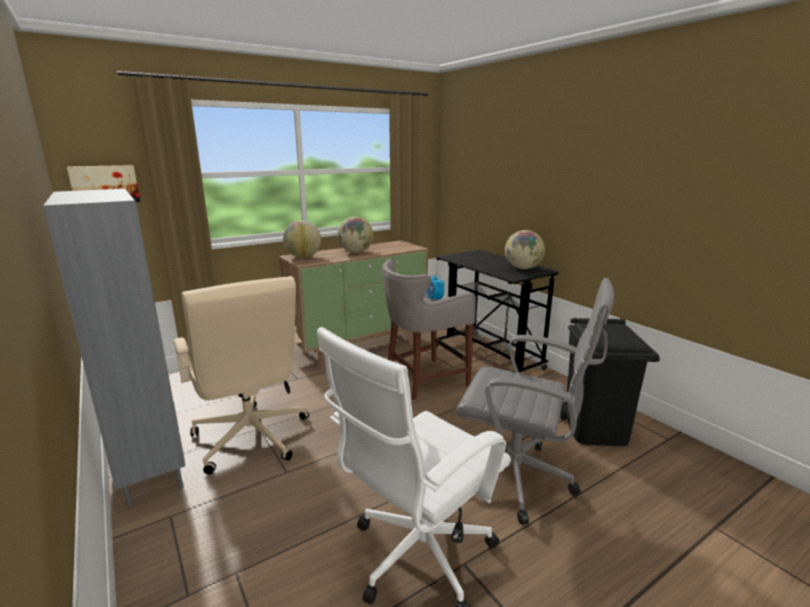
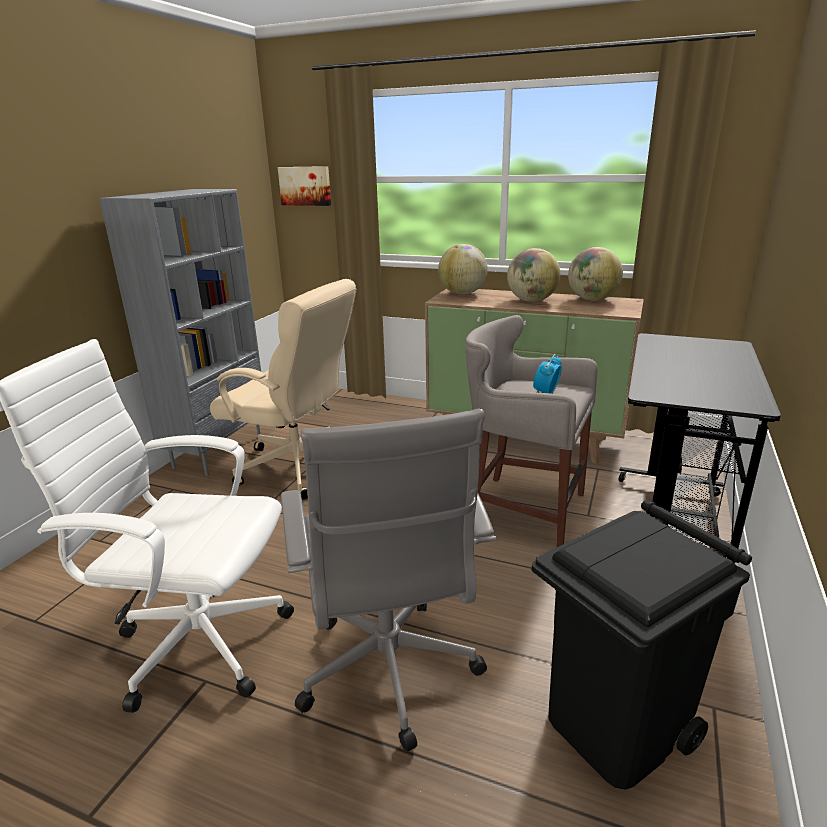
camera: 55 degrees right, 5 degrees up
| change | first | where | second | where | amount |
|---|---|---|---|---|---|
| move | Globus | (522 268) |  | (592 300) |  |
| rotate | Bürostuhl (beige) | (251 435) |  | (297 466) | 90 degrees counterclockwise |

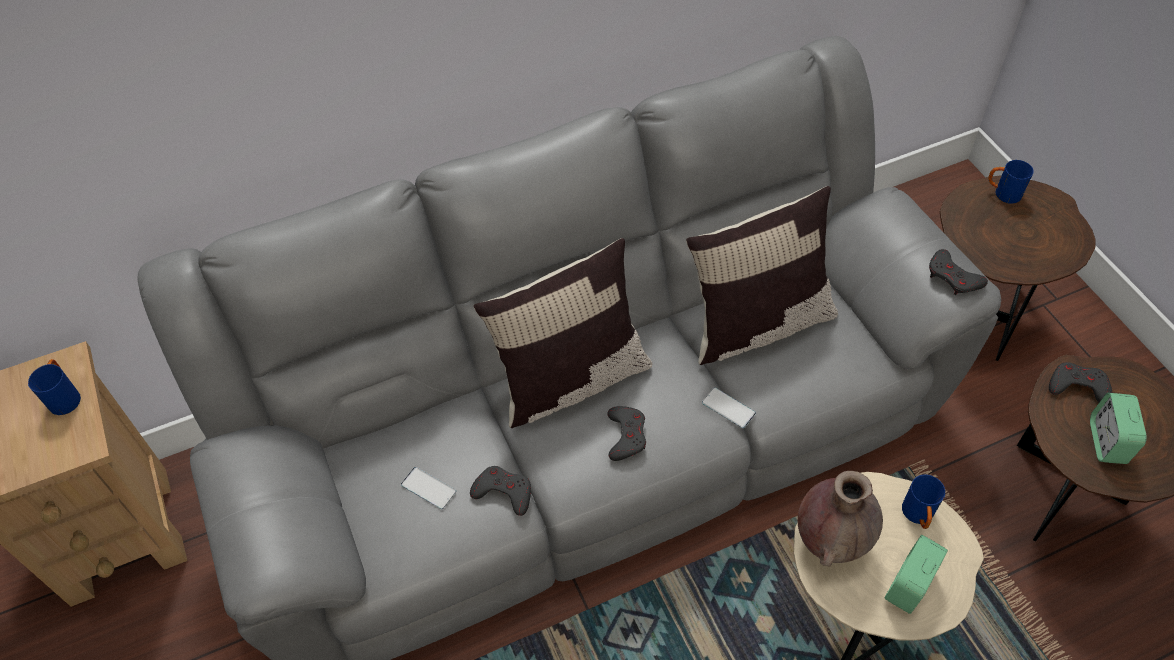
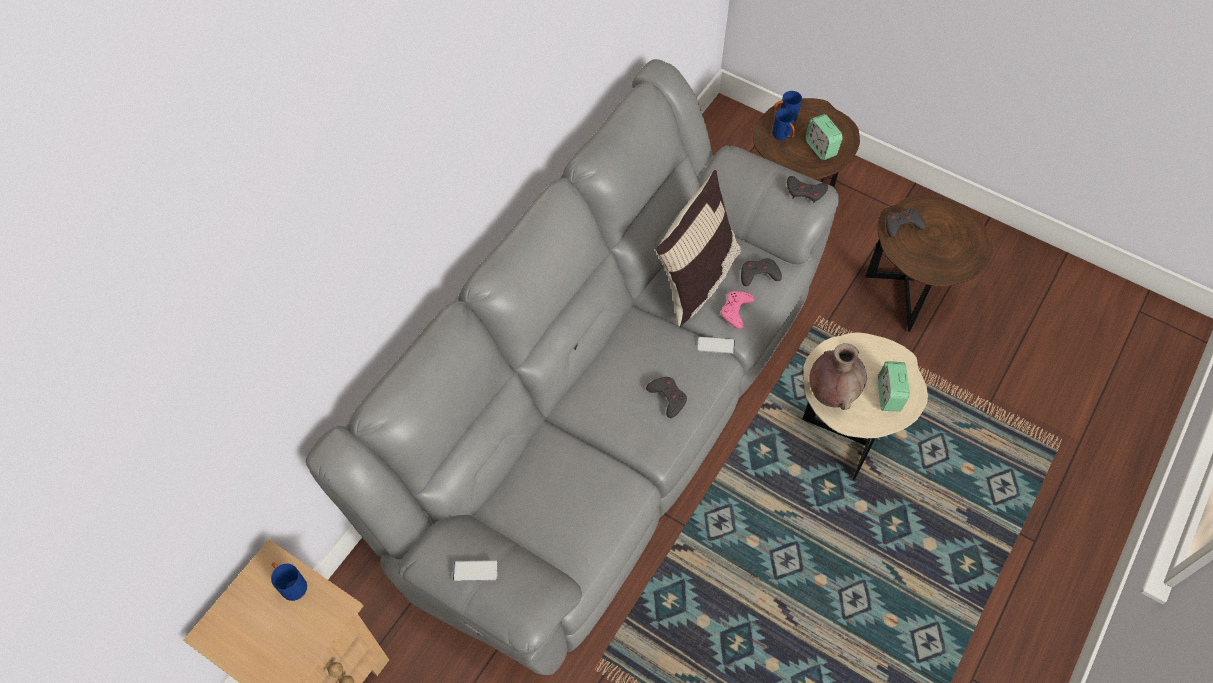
camera: 35 degrees left, 5 degrees up
| change | first | where | second | where | amount |
|---|---|---|---|---|---|
| delete | Kissen | (571 380) |  |  |  |
| insert |  |  | Gamepad (rosa) | (735 310) |  |
| move | Handy | (428 488) |  | (475 571) |  |
| move | Gamepad (grau) | (503 492) |  | (759 274) |  |
| move | Henkelbecher (blau) | (918 516) |  | (783 136) |  |
| move | Wecker | (1107 442) |  | (820 148) |  |

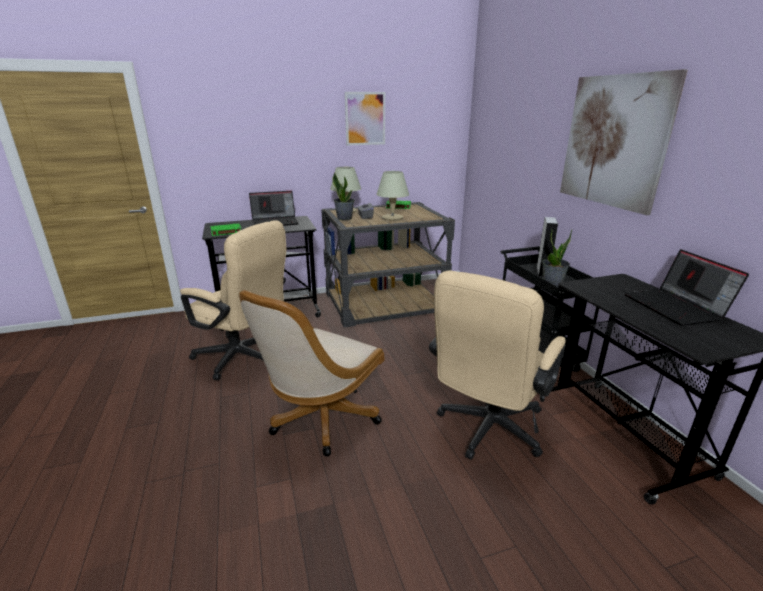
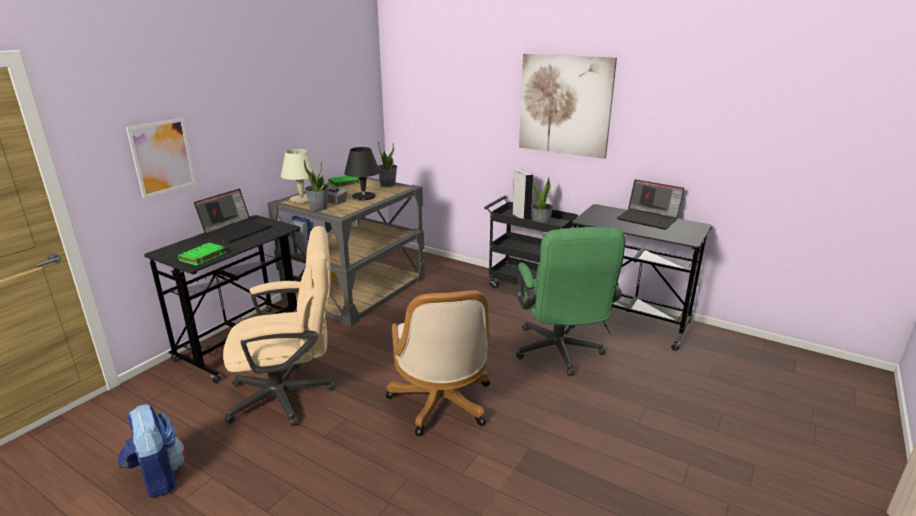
camera: 40 degrees left, 0 degrees up
| change | first | where | second | where | amount |
|---|---|---|---|---|---|
| insert |  |  | Rucksack | (157 477) |  |
| insert |  |  | Topfpflanze | (387 184) |  |
| move | Bild | (365 118) |  | (162 157) |  |
| recolor | Tischlampe (beige) | (392 218) | Tischlampe (schwarz) | (364 197) |  |
| recolor | Bürostuhl (beige) | (487 431) | Bürostuhl (grün) | (559 354) |  |

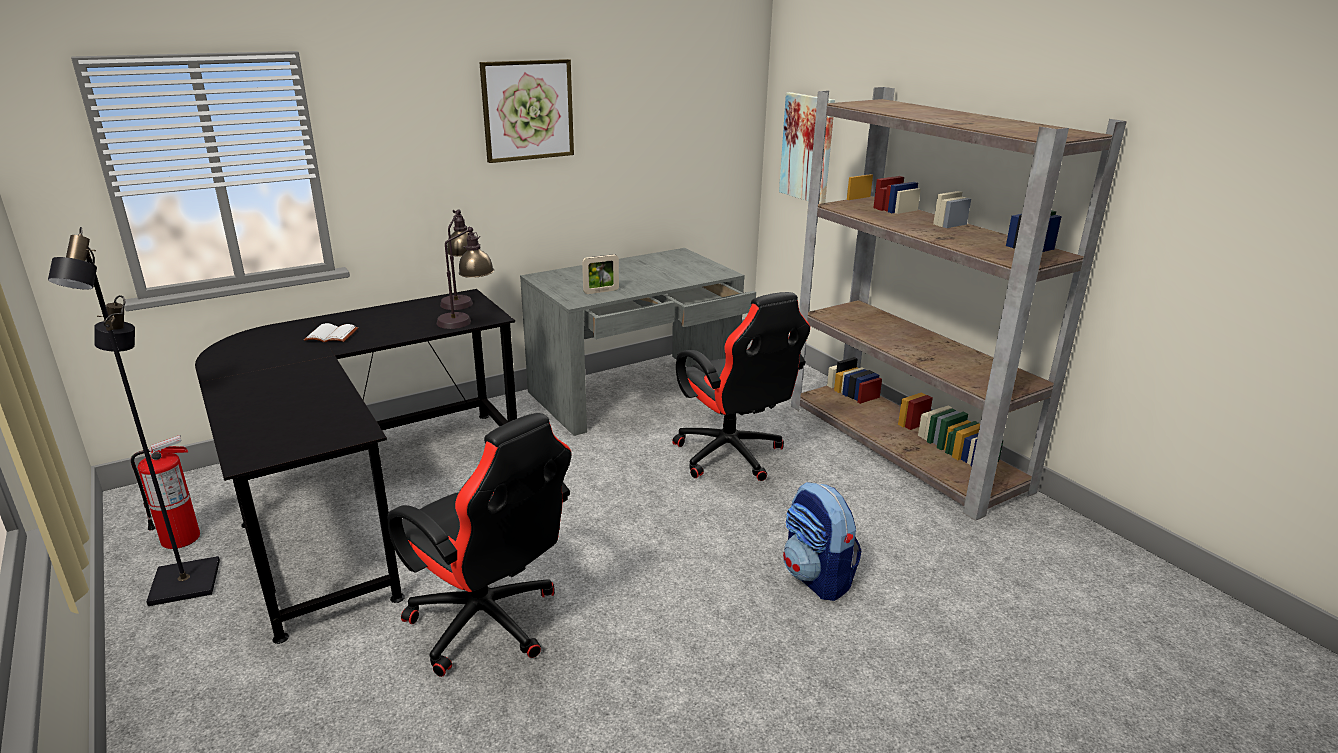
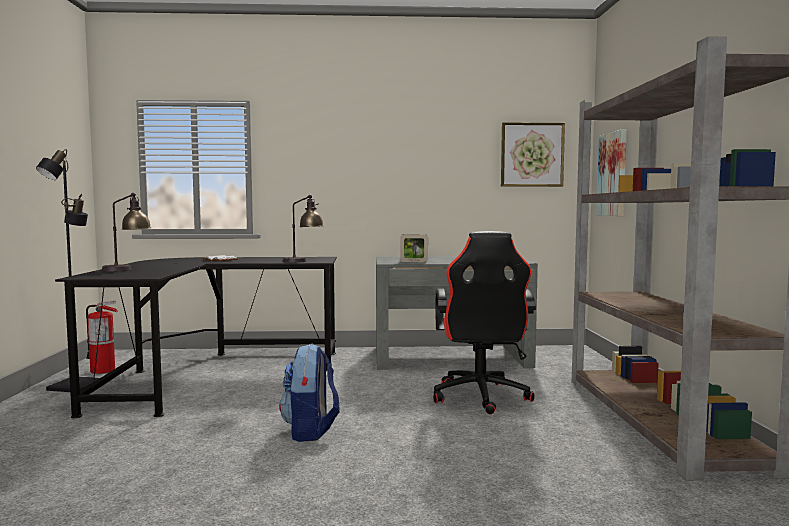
camera: 30 degrees right, 20 degrees down
| change | first | where | second | where | amount |
|---|---|---|---|---|---|
| delete | Bürostuhl (schwarz) | (490 629) |  |  |  |
| move | Tischlampe | (462 300) |  | (127 269) |  |
| move | Bild | (527 110) |  | (532 155) |  |
| move | Rucksack | (817 578) |  | (310 431) |  |

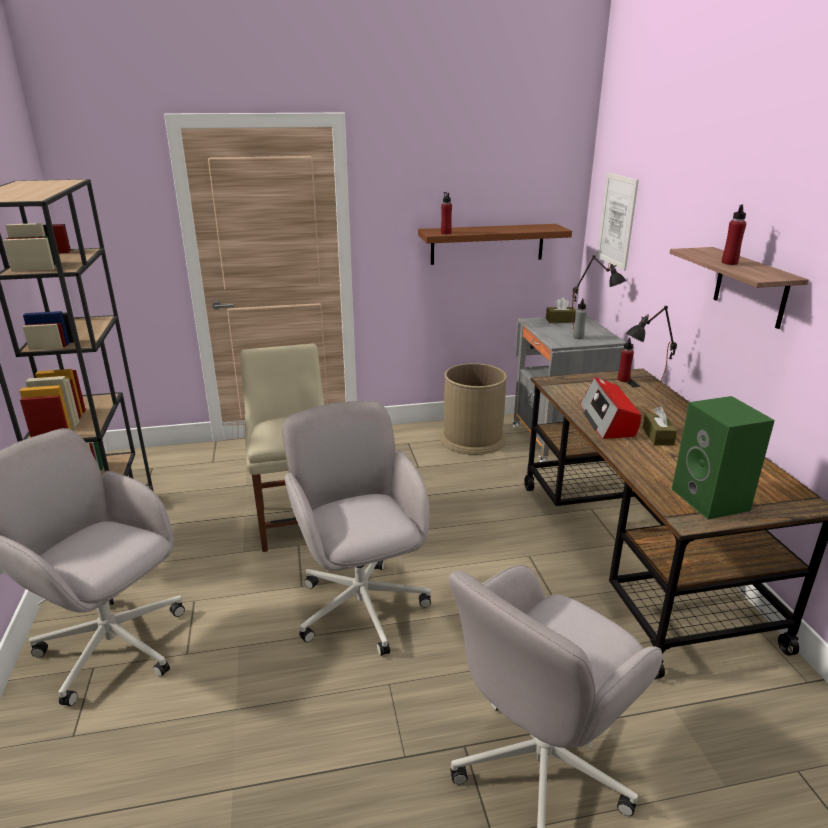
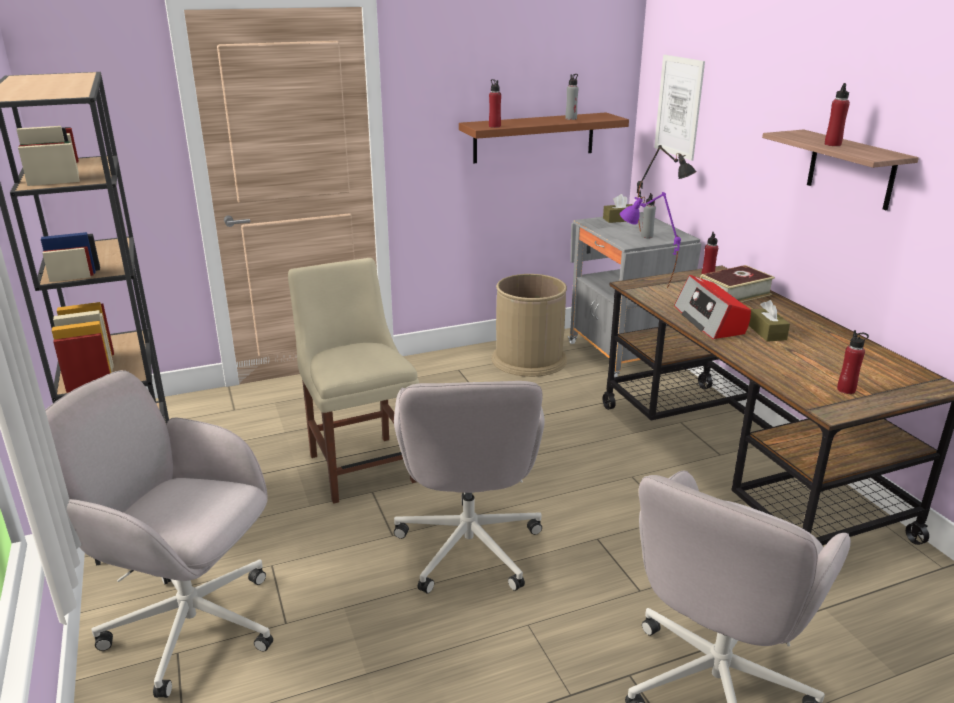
camera: 10 degrees left, 0 degrees up
| change | first | where | second | where | amount |
|---|---|---|---|---|---|
| insert |  |  | Flasche (grau) | (571 118) |  |
| insert |  |  | Tischlampe (lila) | (644 286) |  |
| replace | Tischlampe (schwarz) | (643 396) | Buch | (734 293) |  |
| replace | Lautsprecher (grün) | (712 500) | Flasche (rot) | (846 390) |  |
| rotate | Bürostuhl (grau) | (361 606) |  | (468 549) | 150 degrees counterclockwise |

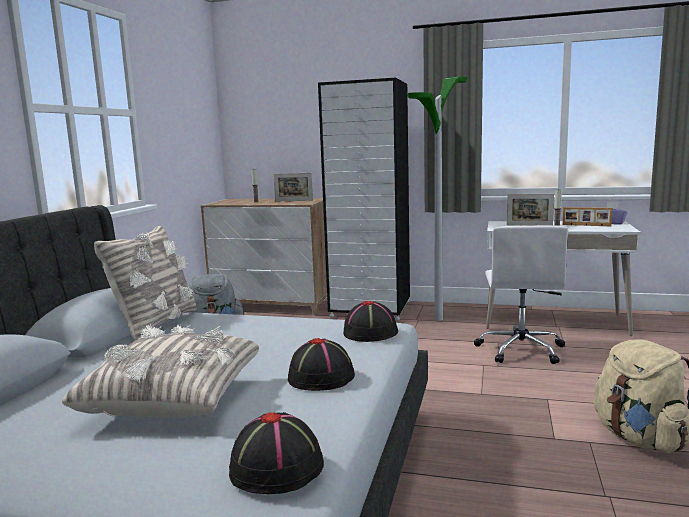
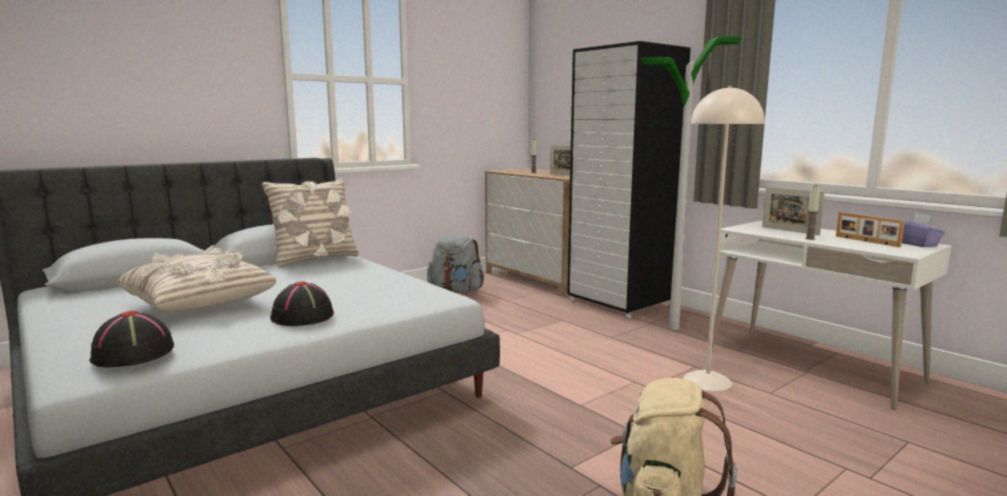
camera: 35 degrees right, 0 degrees up
| change | first | where | second | where | amount |
|---|---|---|---|---|---|
| delete | Hut (schwarz) | (370 332) |  |  |  |
| replace | Bürostuhl (weiß) | (521 349) | Stehlampe (beige) | (706 380) |  |

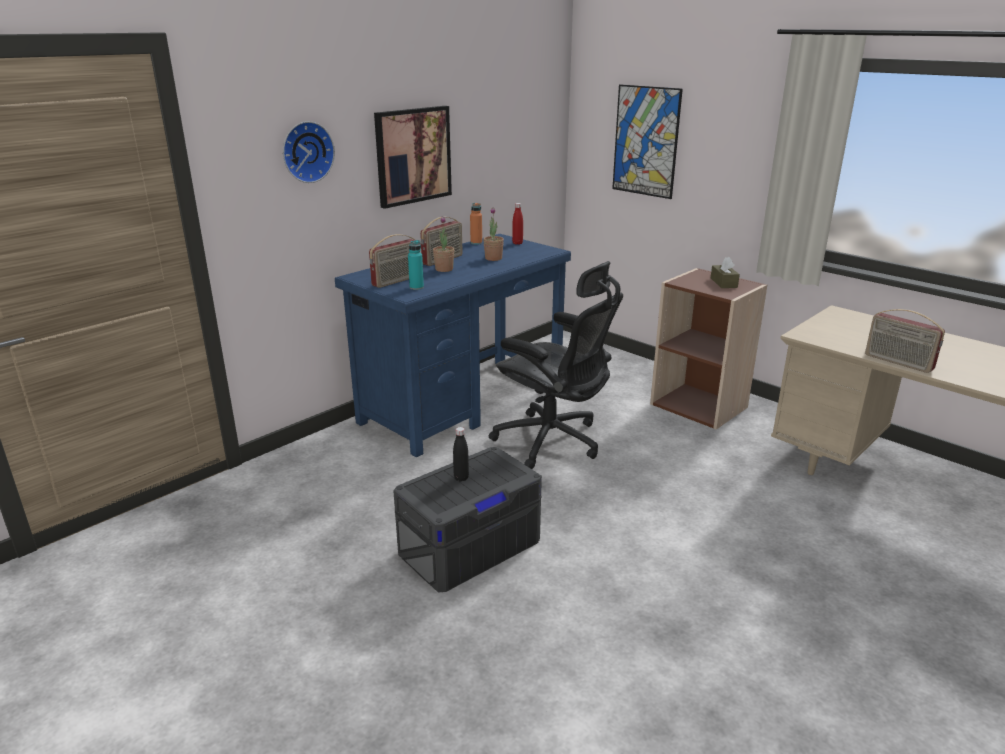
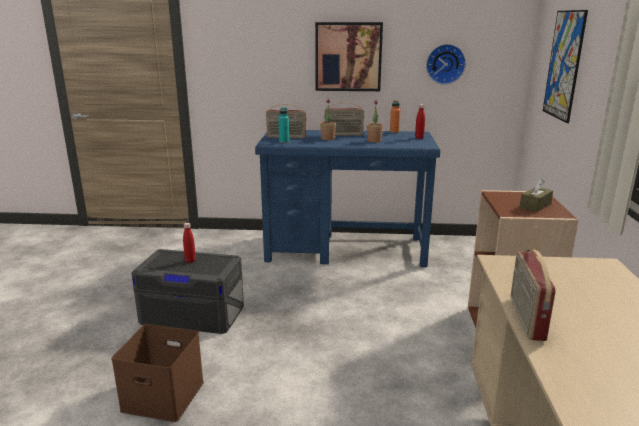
camera: 50 degrees right, 5 degrees down
| change | first | where | second | where | amount |
|---|---|---|---|---|---|
| delete | Bürostuhl | (553 442) |  |  |  |
| insert |  |  | Aufbewahrungsbox (braun) | (165 395) |  |
| move | Wanduhr | (306 152) |  | (445 64) |  |
| recolor | Flasche (schwarz) | (461 478) | Flasche (rot) | (190 261) |  |

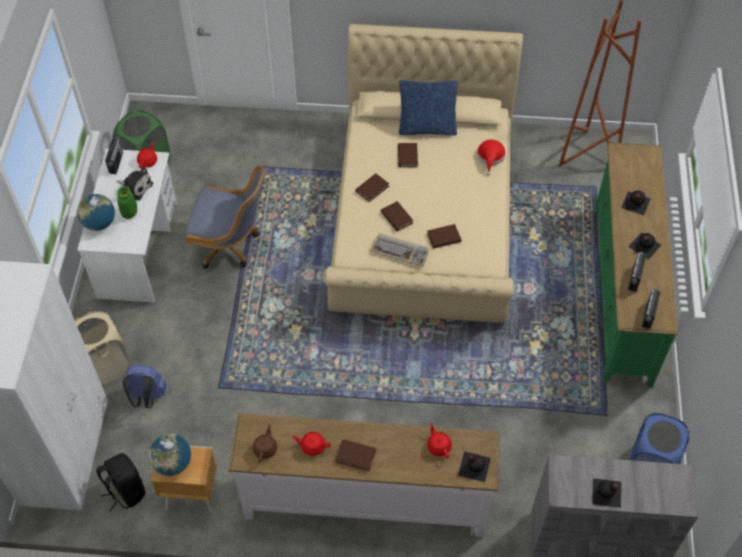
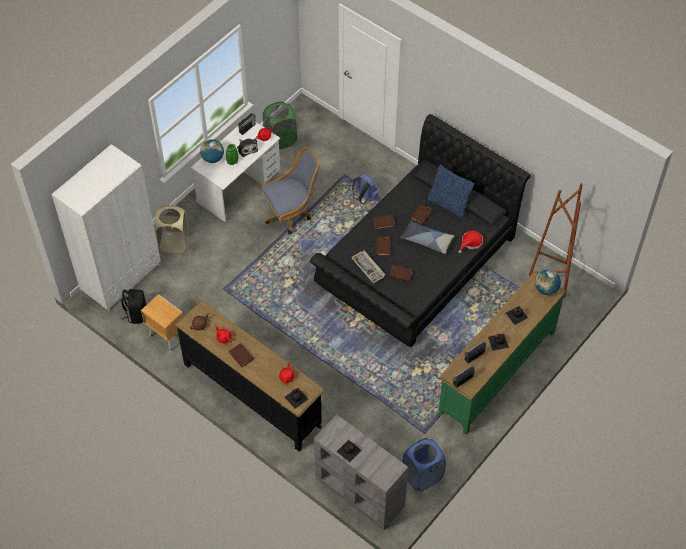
camera: 35 degrees right, 0 degrees up
| change | first | where | second | where | amount |
|---|---|---|---|---|---|
| insert |  |  | Kissen | (427 240) |  |
| move | Rucksack (blau) | (147 397) |  | (364 198) |  |
| move | Globus | (173 463) |  | (546 289) |  |
| recolor | Kommode (weiß) | (365 500) | Kommode (schwarz) | (252 394) |  |
| recolor | Bett (beige) | (423 216) | Bett (schwarz) | (416 259) |  |
| rotate | Bürostuhl (blau) | (231 246) |  | (291 214) | 75 degrees counterclockwise |

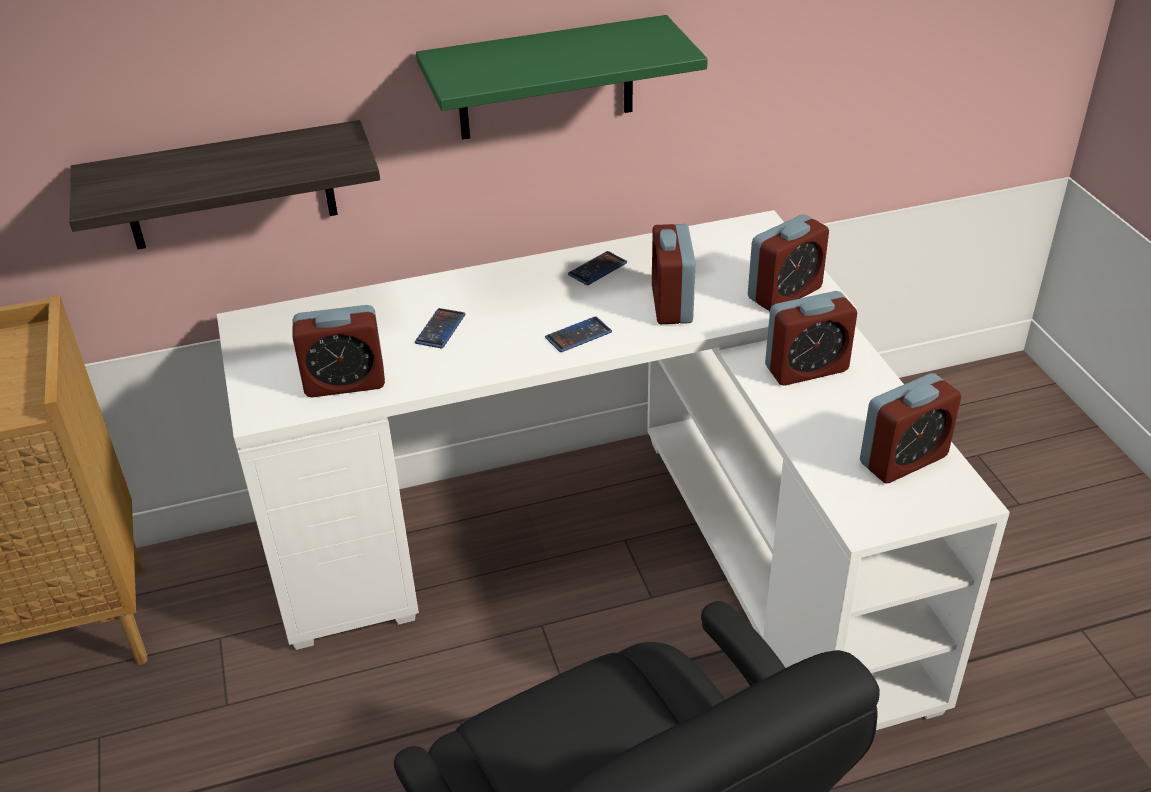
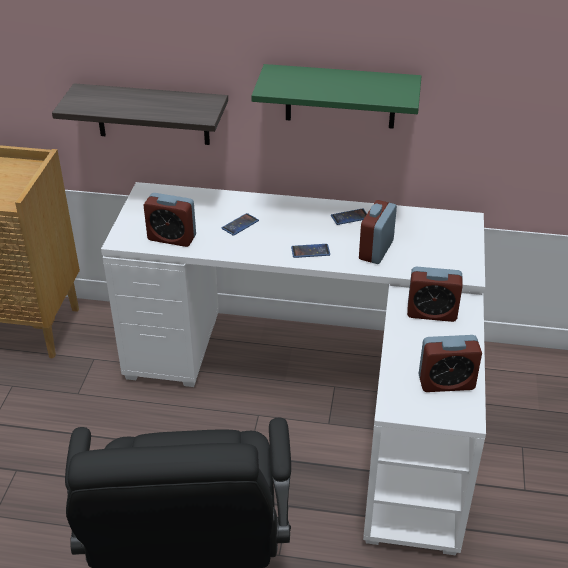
camera: 25 degrees right, 0 degrees up
| change | first | where | second | where | amount |
|---|---|---|---|---|---|
| delete | Wecker | (784 293) |  |  |  |

